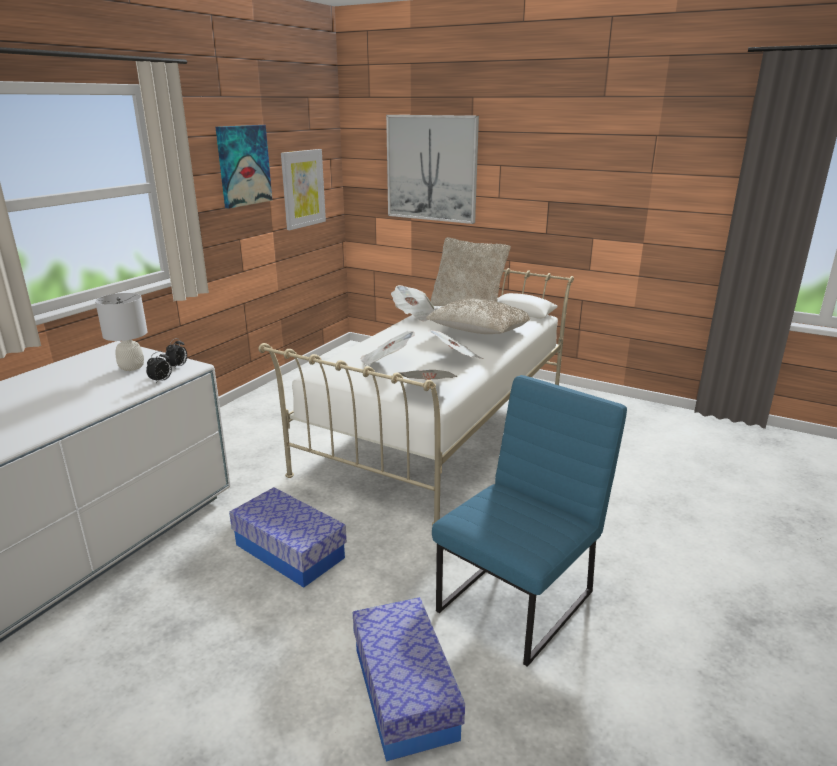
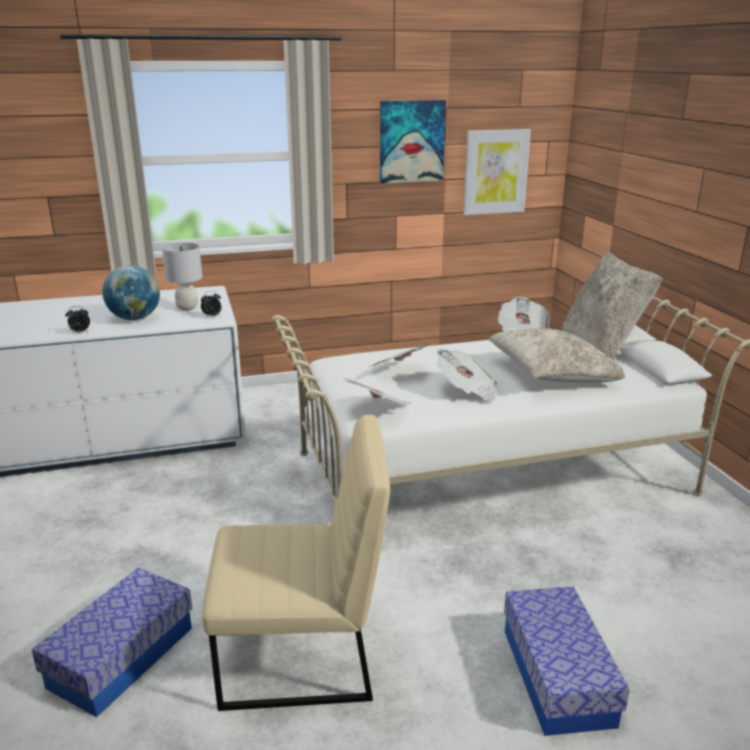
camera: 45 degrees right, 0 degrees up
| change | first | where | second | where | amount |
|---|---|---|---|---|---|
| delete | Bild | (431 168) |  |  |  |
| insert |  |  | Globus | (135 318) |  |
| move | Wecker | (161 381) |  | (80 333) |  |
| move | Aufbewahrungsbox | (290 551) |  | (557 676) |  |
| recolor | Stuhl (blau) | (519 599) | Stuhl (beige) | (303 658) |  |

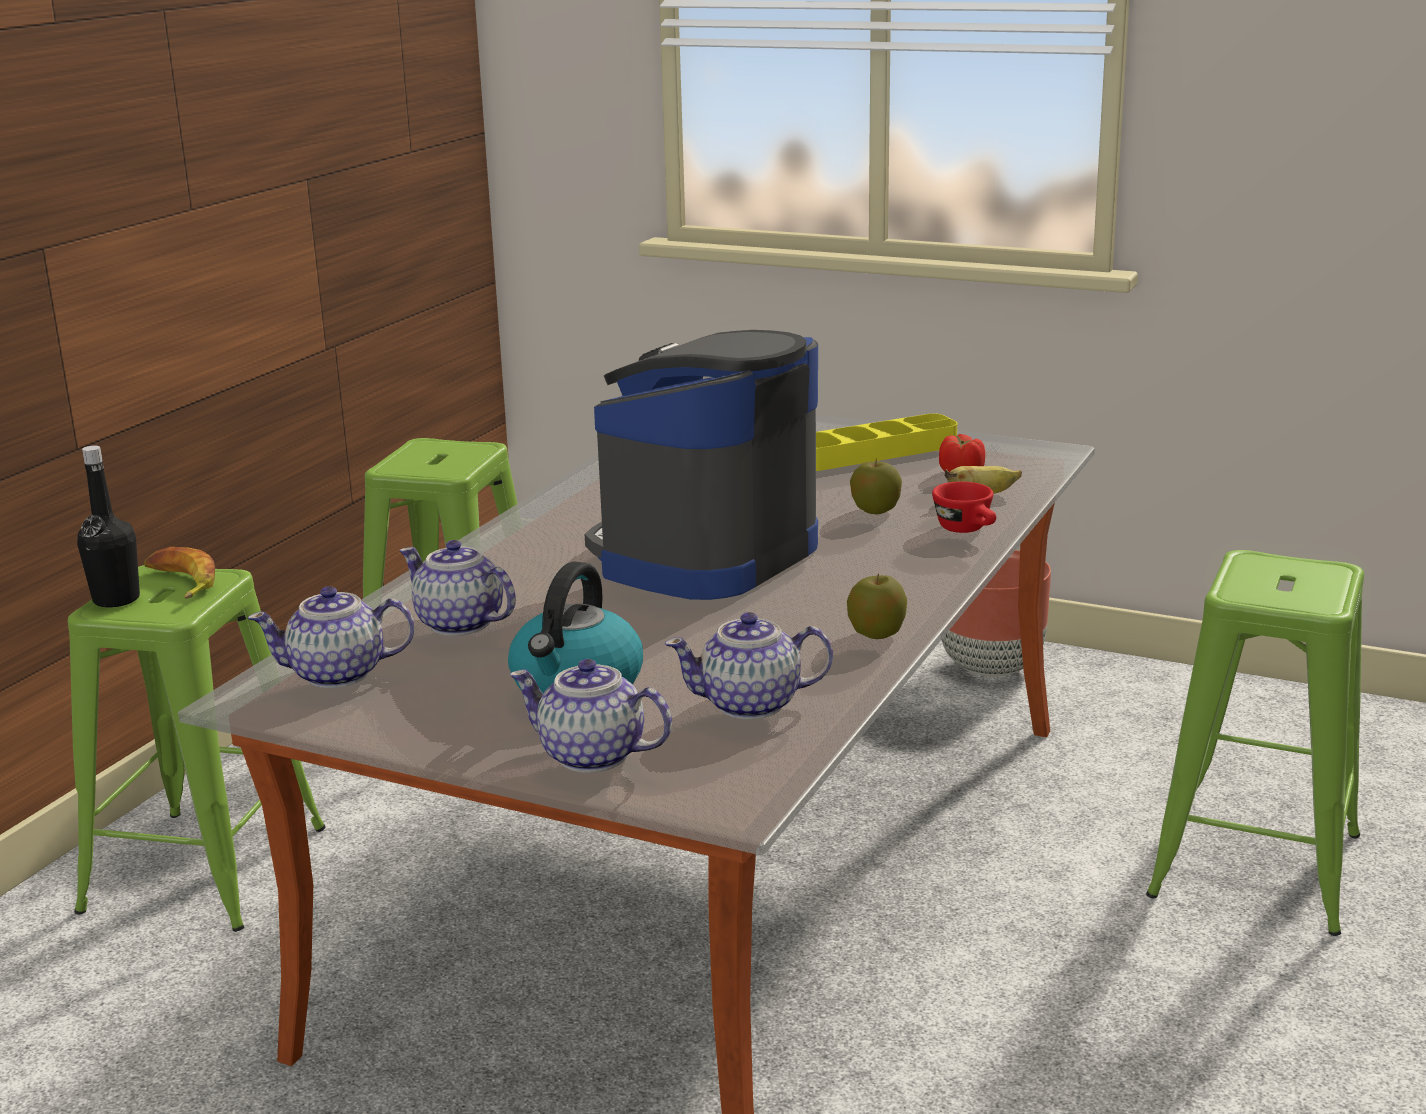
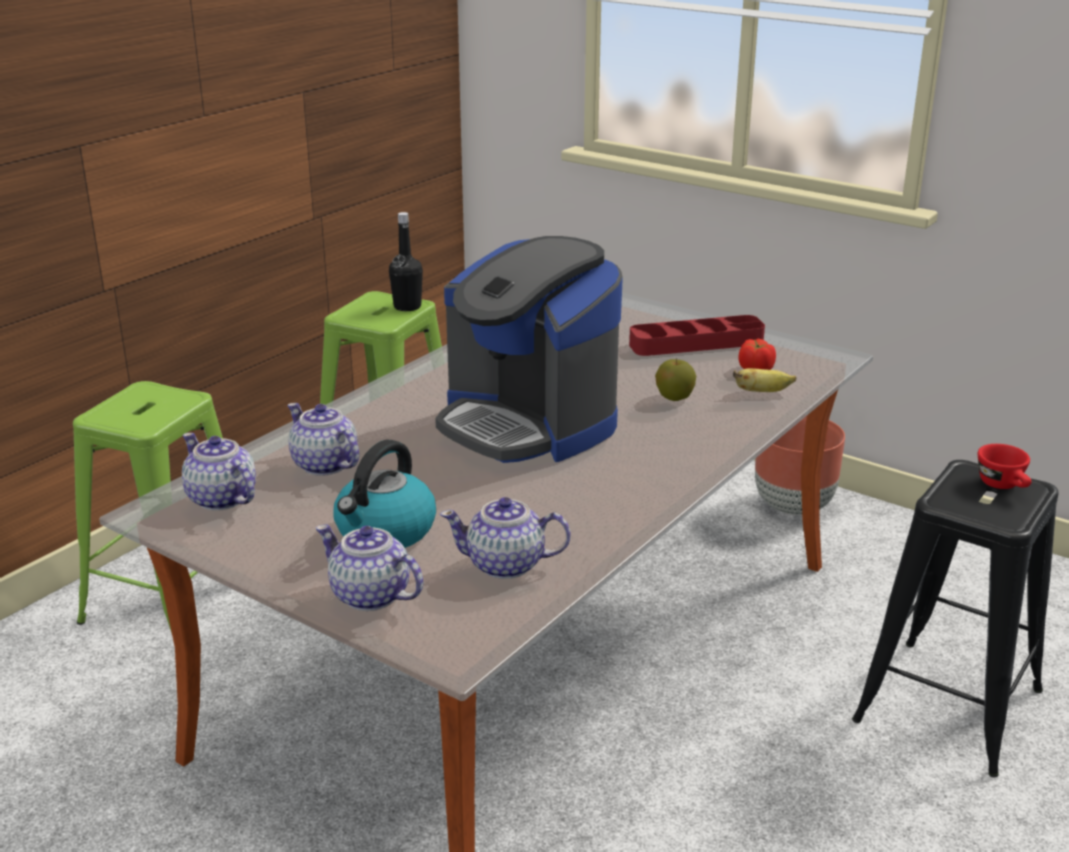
camera: 10 degrees right, 5 degrees up
| change | first | where | second | where | amount |
|---|---|---|---|---|---|
| delete | Banane | (180 582) |  |  |  |
| delete | Apfel | (876 634) |  |  |  |
| move | Flasche (schwarz) | (116 599) |  | (407 307) |  |
| move | Tasse (rot) | (968 530) |  | (1004 486) |  |
| recolor | Tablett (gelb) | (874 452) | Tablett (rot) | (696 343) |  |
| recolor | Hocker (grün) | (1256 864) | Hocker (schwarz) | (949 704) |  |
| rotate | Teekanne | (339 674) |  | (221 499) | 45 degrees clockwise |
| rotate | Kaffeemaschine | (704 555) |  | (527 424) | 90 degrees counterclockwise |

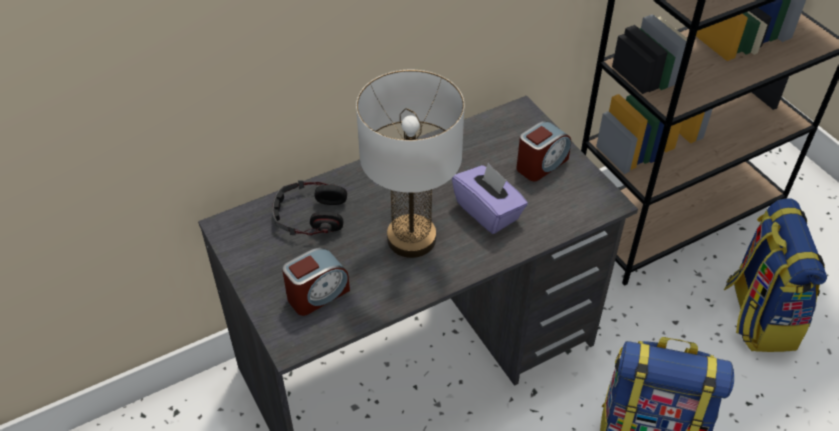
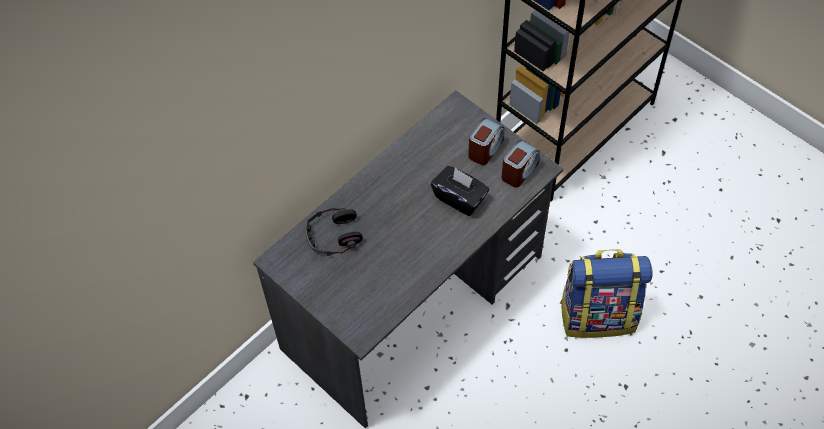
camera: 15 degrees left, 10 degrees up
| change | first | where | second | where | amount |
|---|---|---|---|---|---|
| delete | Tischlampe | (410 239) |  |  |  |
| delete | Rucksack | (758 315) |  |  |  |
| move | Wecker | (317 294) |  | (519 171) |  |
| recolor | Taschentuchbox (lila) | (488 211) | Taschentuchbox (schwarz) | (460 198) |  |

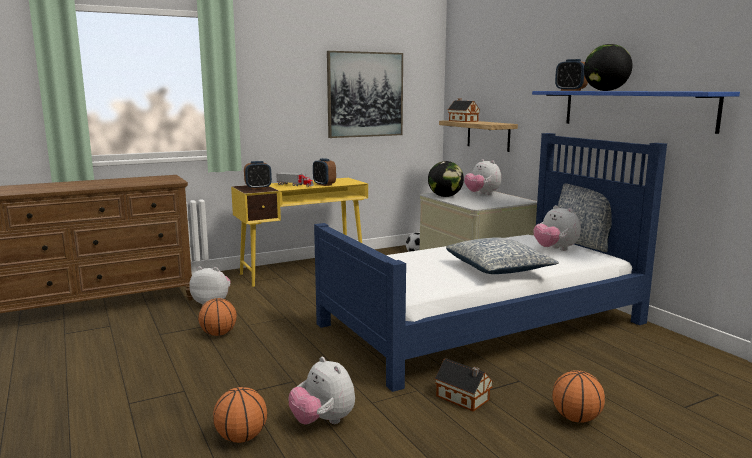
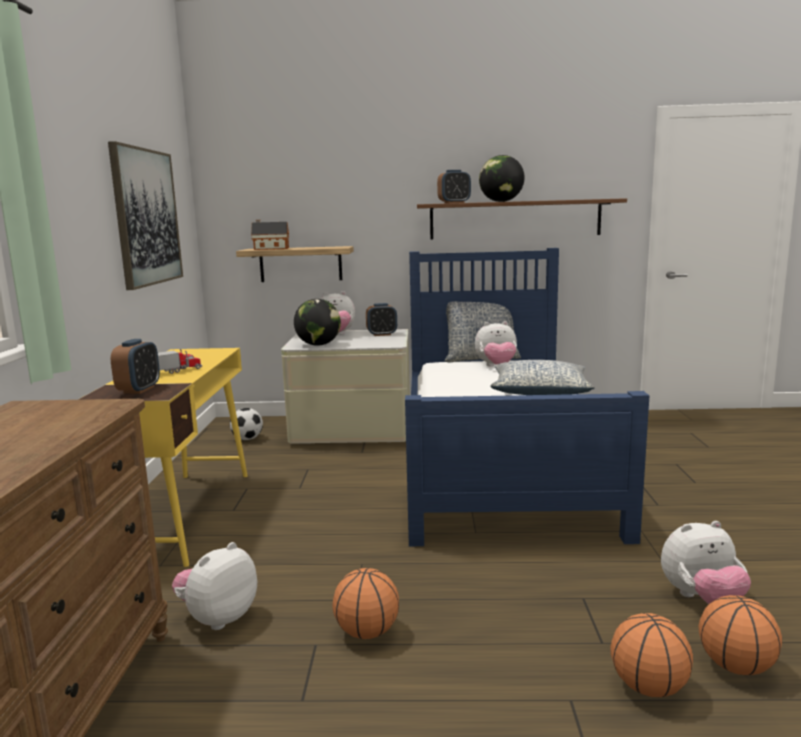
camera: 60 degrees left, 0 degrees up
| change | first | where | second | where | amount |
|---|---|---|---|---|---|
| delete | Spielzeughaus | (464 399) |  |  |  |
| move | Wecker | (324 184) |  | (382 334) |  |
| move | Basketball | (576 418) |  | (648 687) |  |
| recolor | Wandregal (blau) | (635 109) | Wandregal (braun) | (515 219) |  |

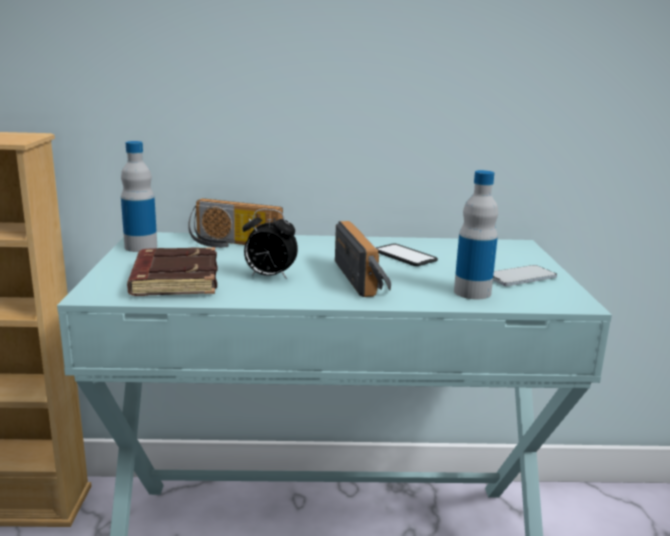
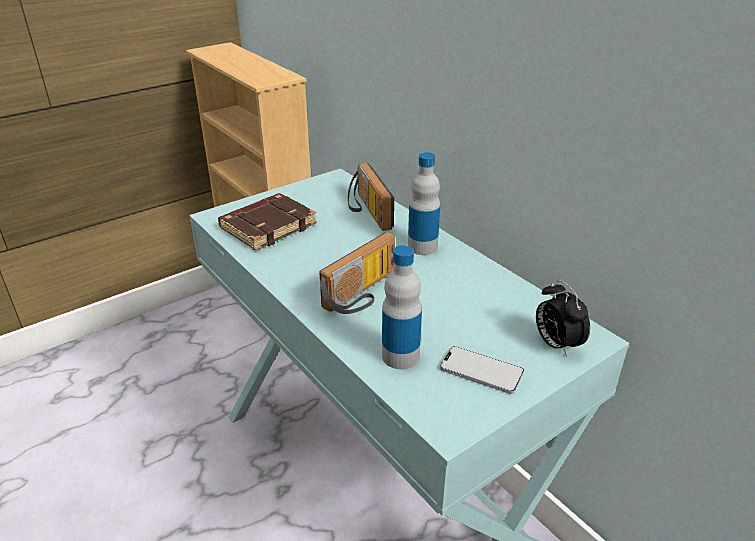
camera: 55 degrees right, 15 degrees up
| change | first | where | second | where | amount |
|---|---|---|---|---|---|
| delete | Handy | (405 256) |  |  |  |
| move | Flasche | (141 247) |  | (422 247) |  |
| move | Wecker | (269 277) |  | (556 344) |  |

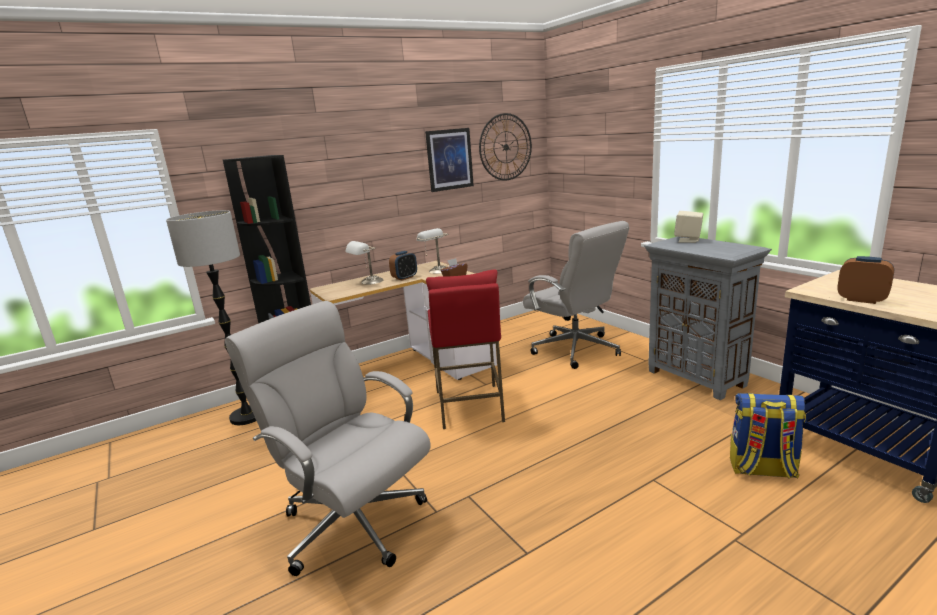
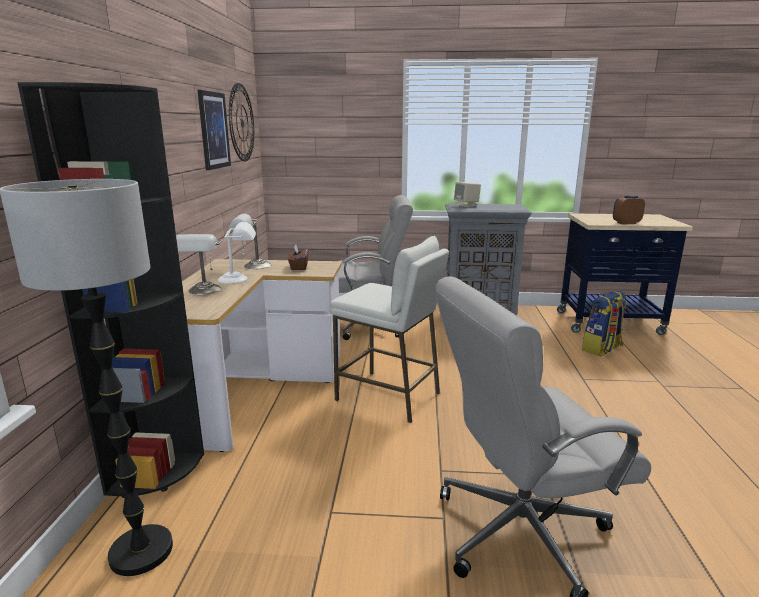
camera: 55 degrees left, 0 degrees up
| change | first | where | second | where | amount |
|---|---|---|---|---|---|
| replace | Wecker | (404 278) | Tischlampe (weiß) | (239 278) |  |
| recolor | Hocker (rot) | (470 406) | Hocker (weiß) | (389 396) |  |

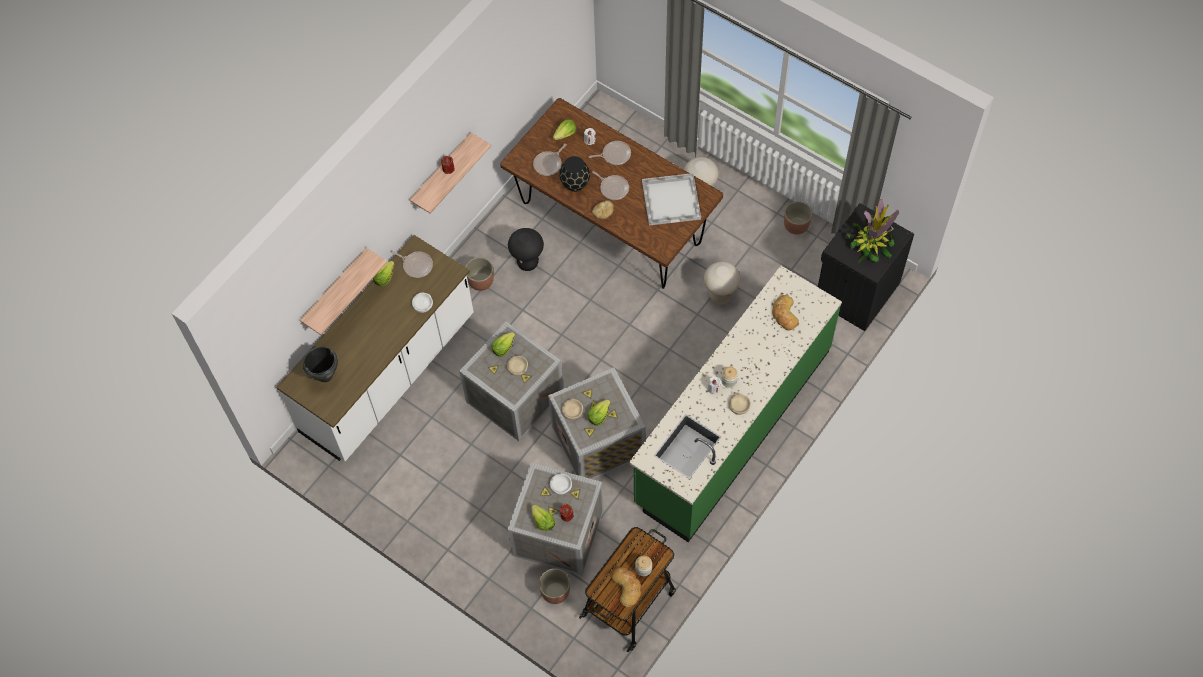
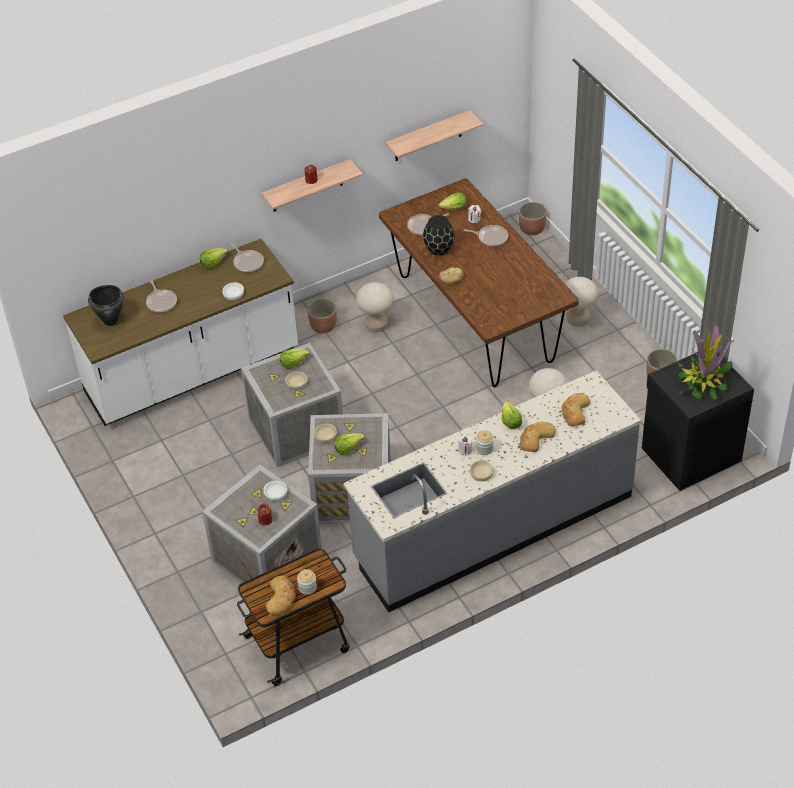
camera: 25 degrees right, 15 degrees down
| change | first | where | second | where | amount |
|---|---|---|---|---|---|
| delete | Tablett (weiß) | (671 200) |  |  |  |
| insert |  |  | Brot | (535 438) |  |
| move | Wandregal | (335 290) |  | (428 137) |  |
| move | Salatkopf | (542 521) |  | (510 421) |  |
| move | Pflanzkübel | (555 591) |  | (532 229) |  |
| move | Pfanne | (613 188) |  | (161 302) |  |
| recolor | Hocker (schwarz) | (528 263) | Hocker (beige) | (376 325) |  |
| recolor | Küchenzeile (grün) | (732 426) | Küchenzeile (grau) | (493 527) |  |

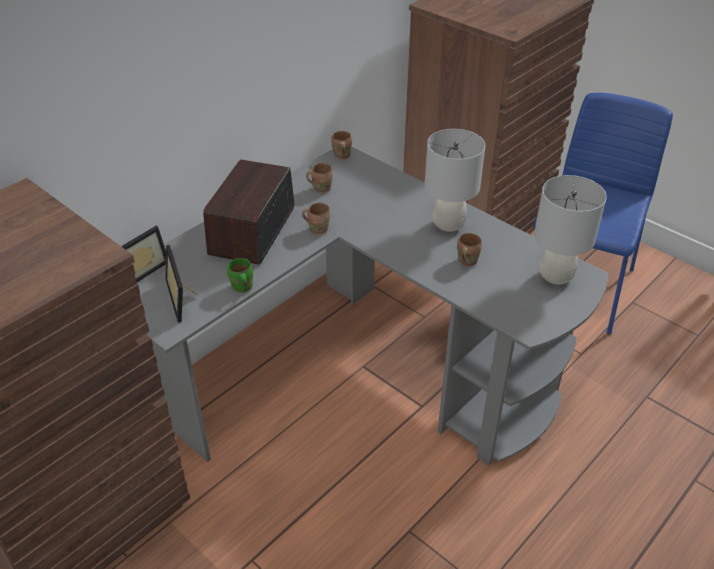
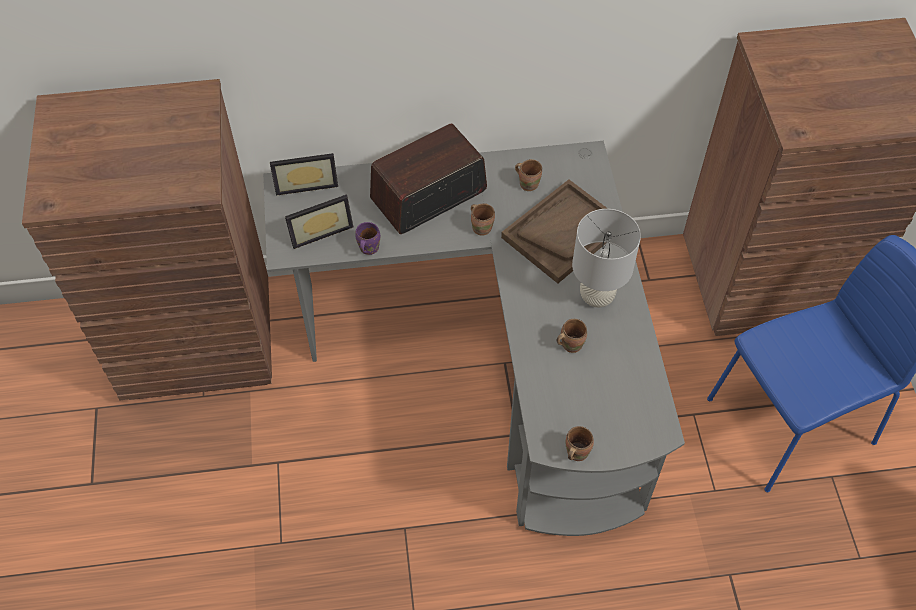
camera: 40 degrees right, 15 degrees up
| change | first | where | second | where | amount |
|---|---|---|---|---|---|
| delete | Tischlampe (grau) | (553 276) |  |  |  |
| insert |  |  | Tablett (braun) | (563 232) |  |
| move | Henkelbecher (braun) | (341 156) |  | (575 452) |  |
| recolor | Henkelbecher (grün) | (241 288) | Henkelbecher (lila) | (367 248) |  |
| rotate | Bilderrahmen | (184 297) |  | (319 229) | 135 degrees counterclockwise |

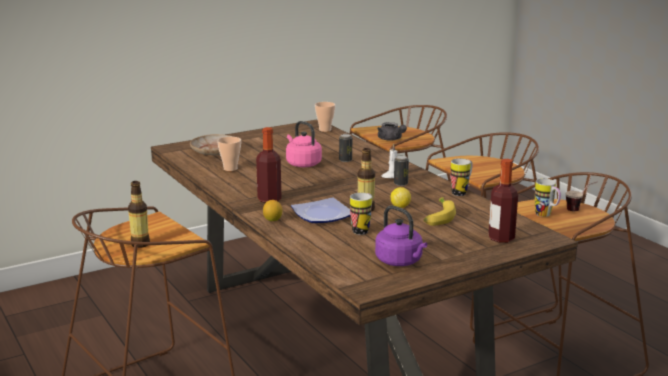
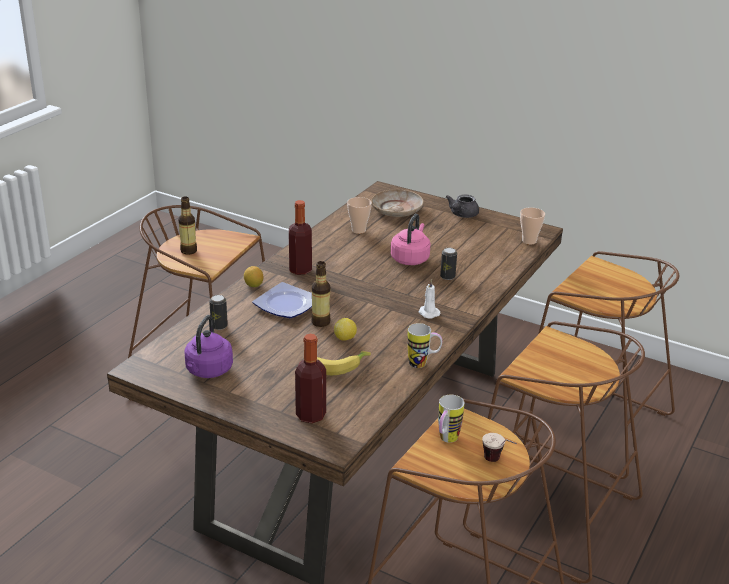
camera: 60 degrees right, 10 degrees up
| change | first | where | second | where | amount |
|---|---|---|---|---|---|
| delete | Henkelbecher | (363 229) |  |  |  |
| move | Teekanne (grau) | (391 139) |  | (462 215) |  |
| move | Dose | (400 183) |  | (219 326) |  |

